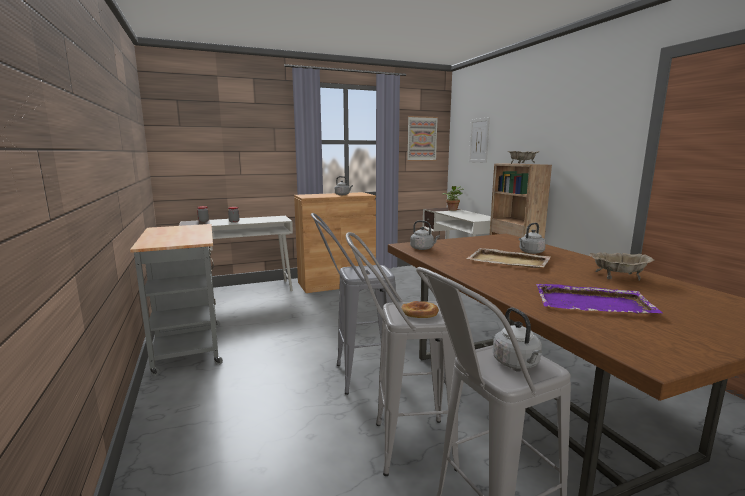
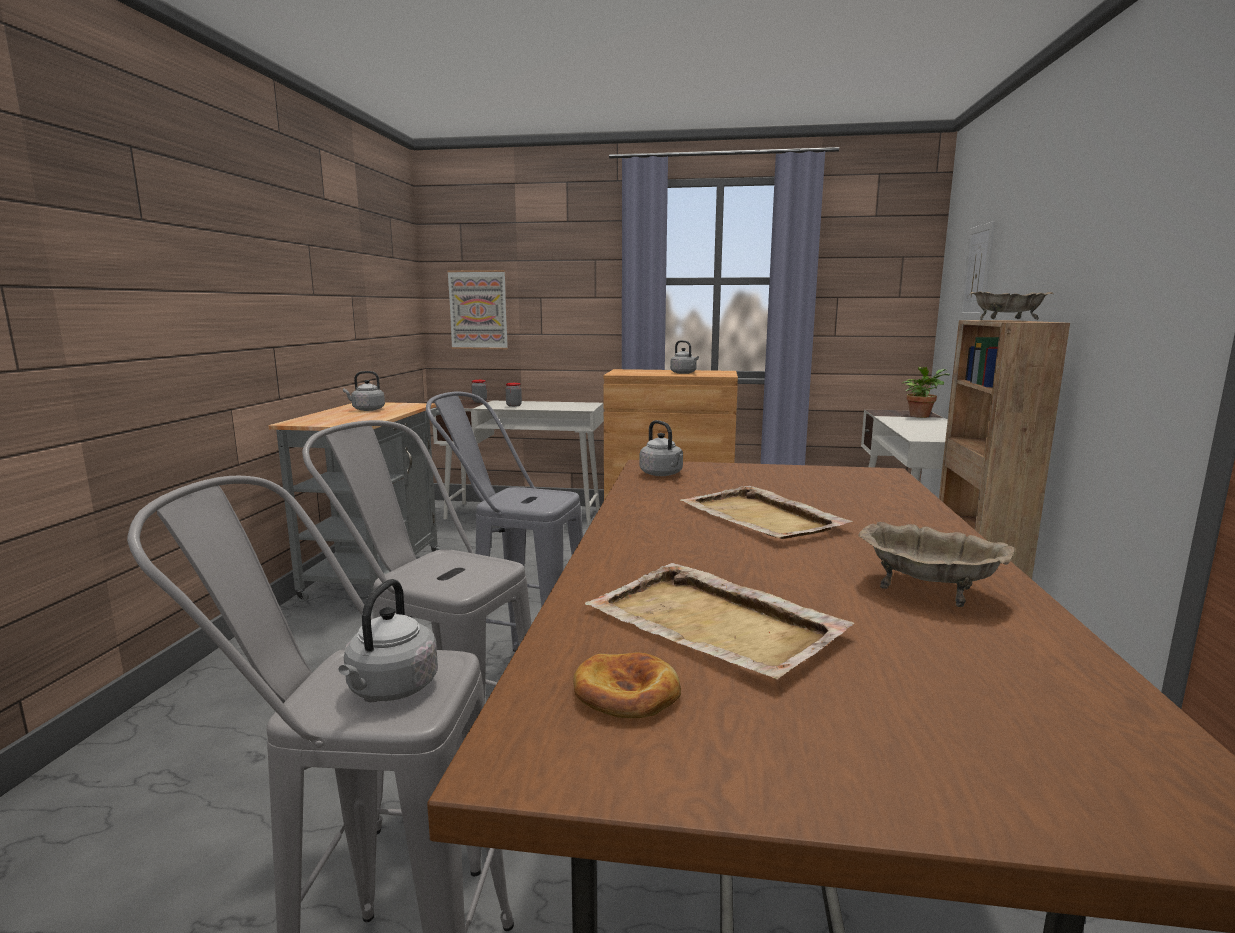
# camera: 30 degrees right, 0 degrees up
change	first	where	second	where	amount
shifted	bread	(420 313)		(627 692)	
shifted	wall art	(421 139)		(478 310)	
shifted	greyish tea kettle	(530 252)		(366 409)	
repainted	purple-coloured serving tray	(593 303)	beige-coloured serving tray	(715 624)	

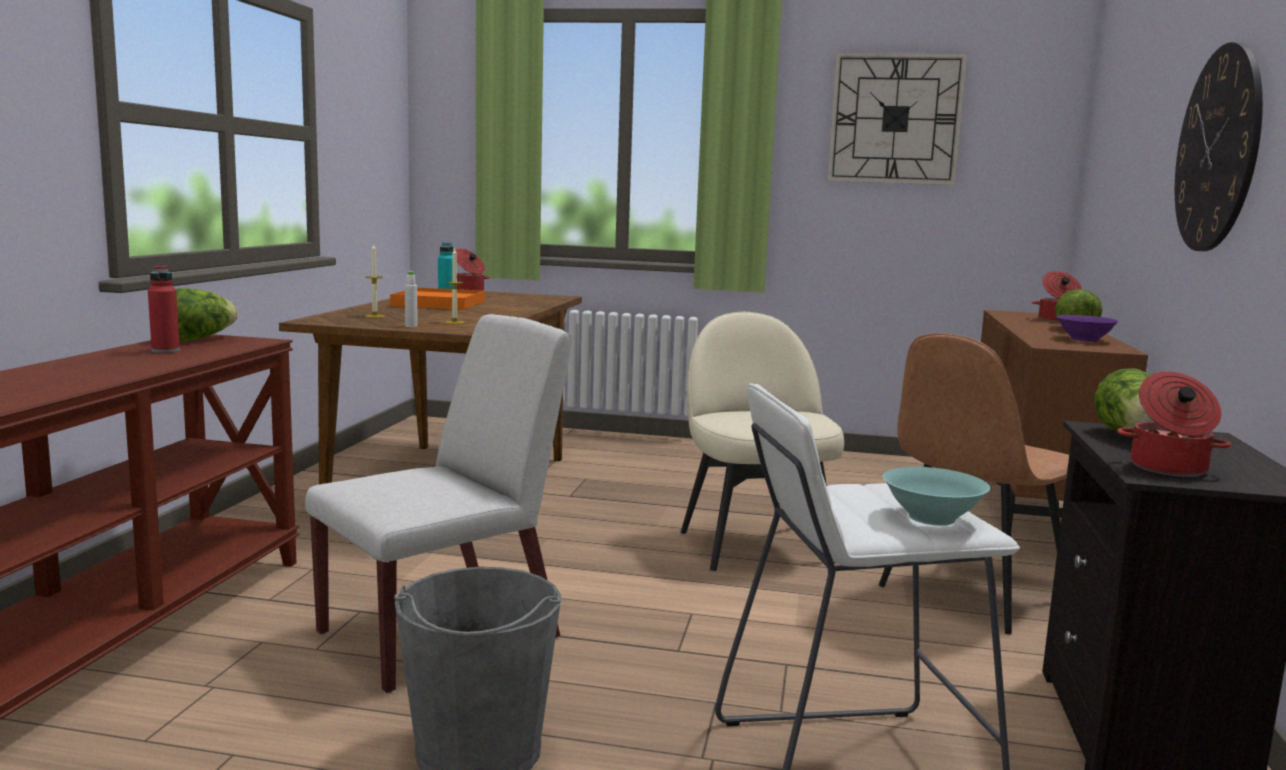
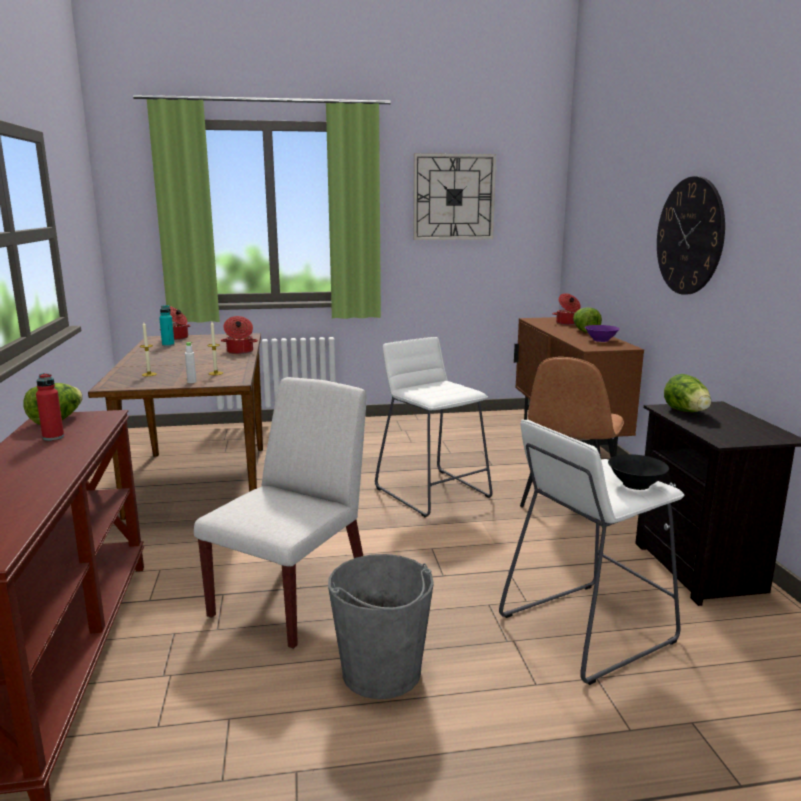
# camera: 20 degrees left, 5 degrees up
change	first	where	second	where	amount
gone	orange serving tray	(439 303)			
swapped	beige-coloured upright chair	(755 545)	white stool seat	(433 492)	
repainted	turquoise-coloured bowl	(932 518)	black-coloured bowl	(636 485)	
shifted	stockpot	(1168 469)		(239 352)	

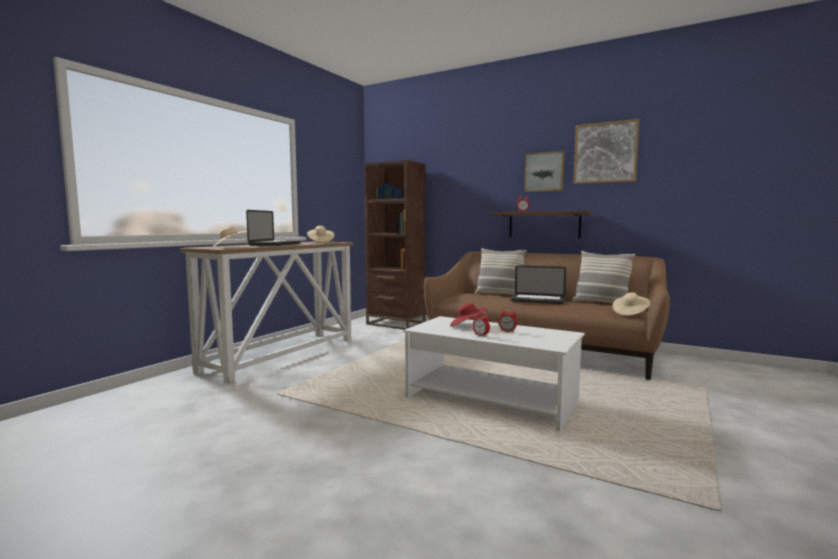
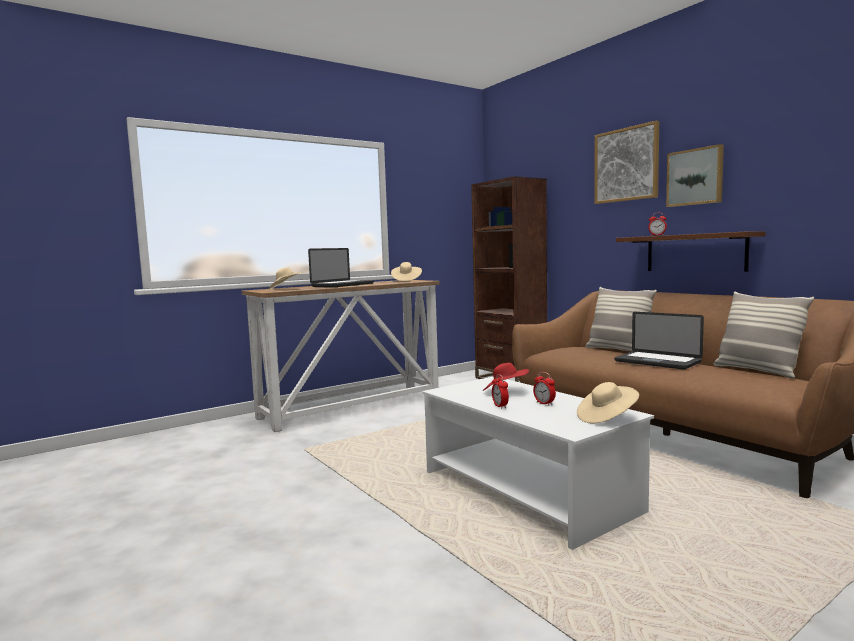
# camera: 25 degrees right, 0 degrees up
change	first	where	second	where	amount
shifted	wall art	(605 153)		(626 165)	
shifted	beige-coloured wearable hat	(630 313)		(607 418)	

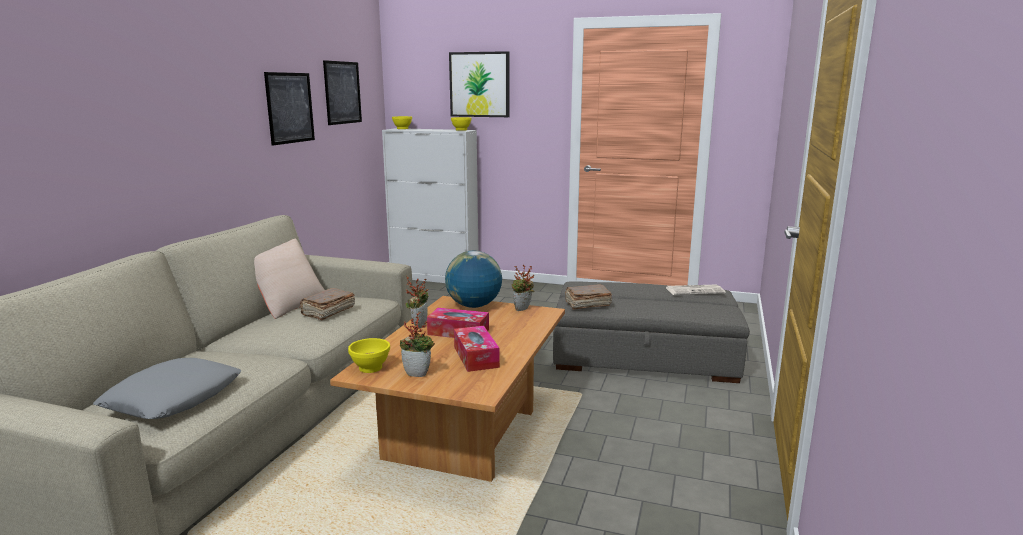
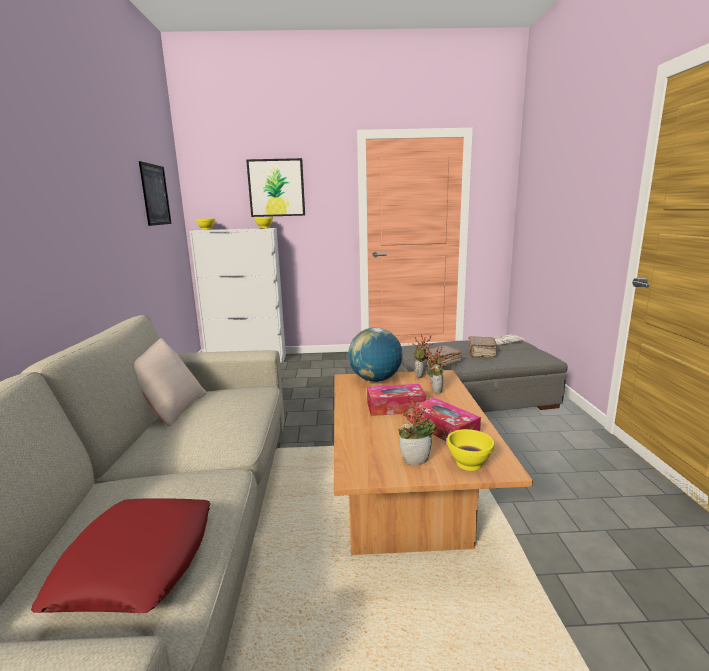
# camera: 20 degrees left, 0 degrees up
change	first	where	second	where	amount
repainted	greyish throw pillow	(173 398)	reddish throw pillow	(137 561)	
gone	wall art	(290 108)			
shifted	brownish volume	(327 312)		(481 353)	
shifted	yellowish bowl	(371 368)		(469 463)	
shifted	plant in a pot	(418 325)		(434 390)	

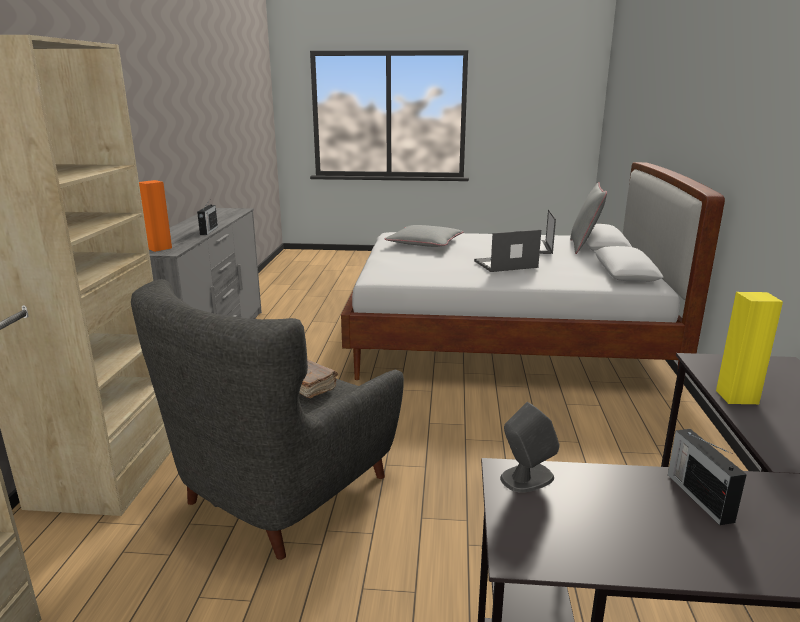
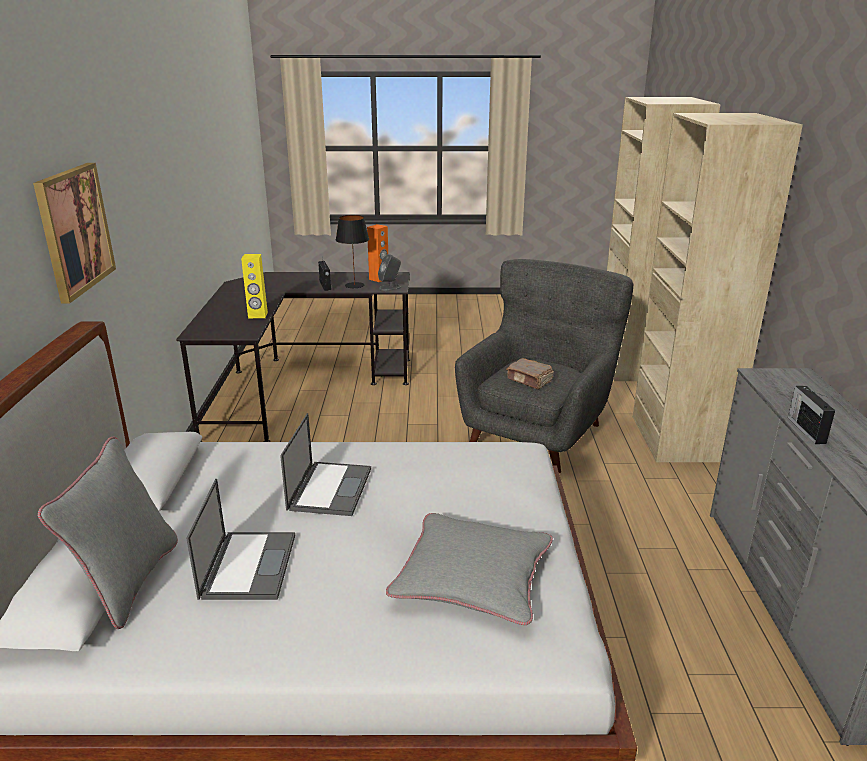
# camera: 175 degrees right, 5 degrees up
change	first	where	second	where	amount
shifted	orange loudspeaker	(159 248)		(379 279)	
rotated	portable computer	(505 264)		(330 488)	60 degrees counterclockwise
new			wall art	(74 230)	
new			black-coloured tabletop lamp	(354 285)	

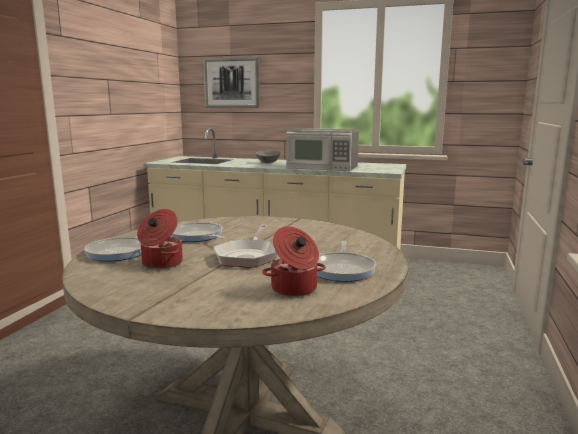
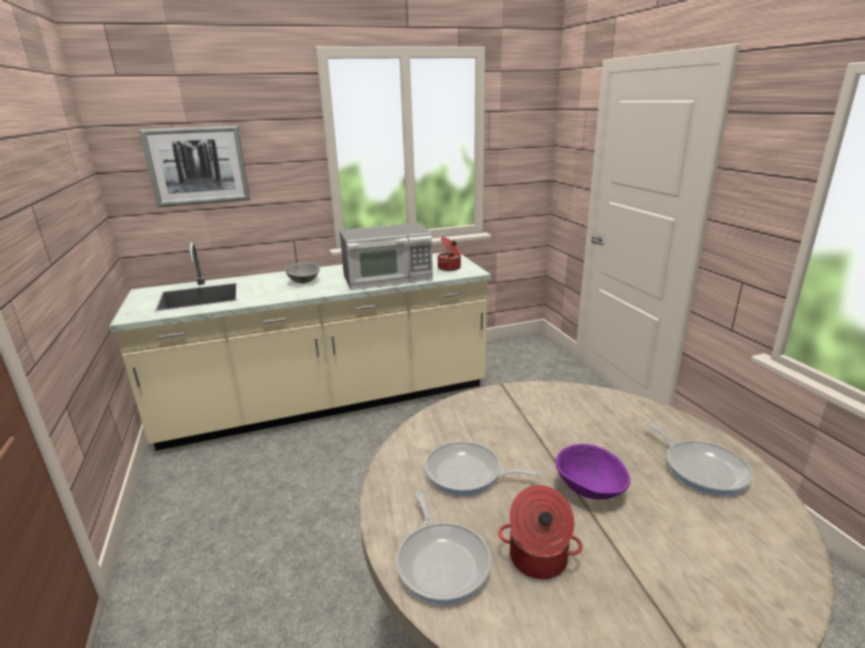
# camera: 35 degrees left, 10 degrees up
change	first	where	second	where	amount
swapped	frying pan	(248 256)	purple-coloured bowl	(590 489)	
shifted	stockpot	(294 289)		(449 268)	

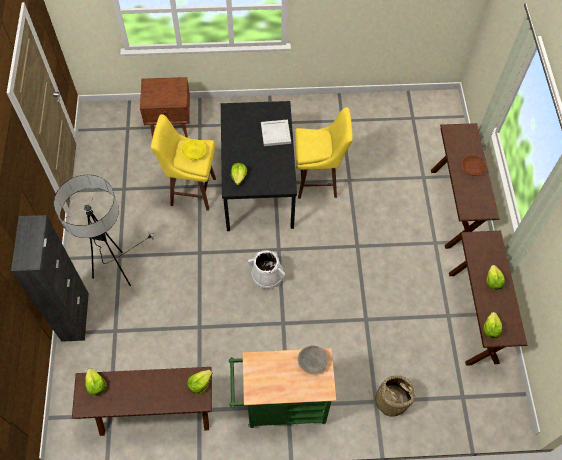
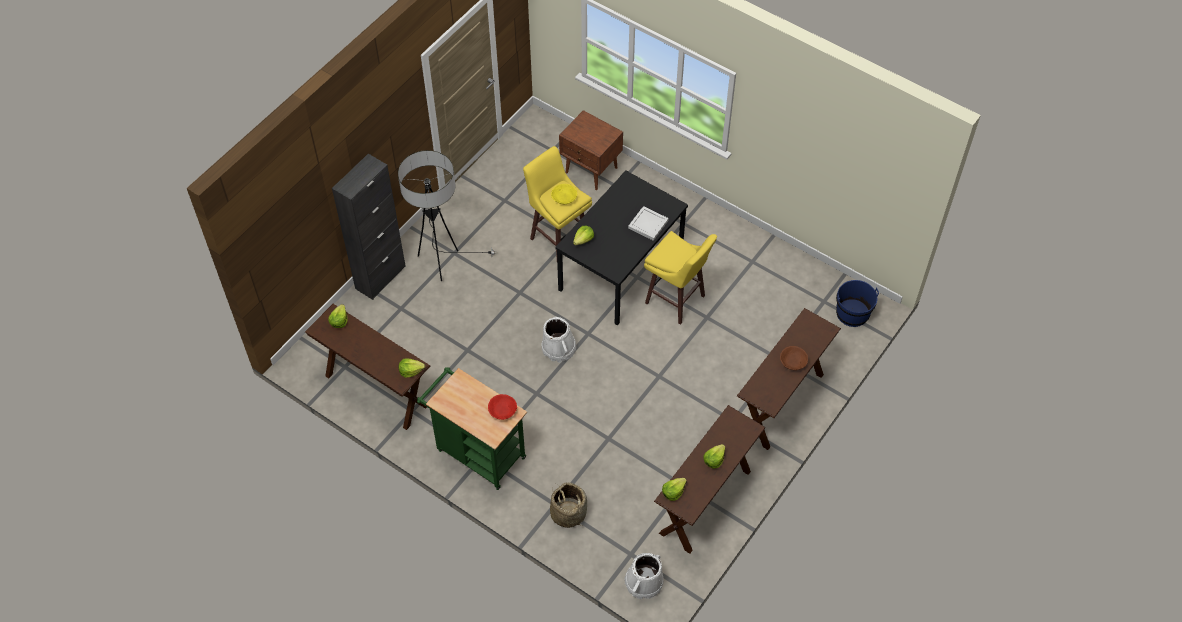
# camera: 40 degrees right, 5 degrees down
change	first	where	second	where	amount
repainted	greyish bowl	(312 362)	reddish bowl	(502 410)	
new			white water bucket	(644 582)	
new			blue-coloured water bucket	(852 313)	

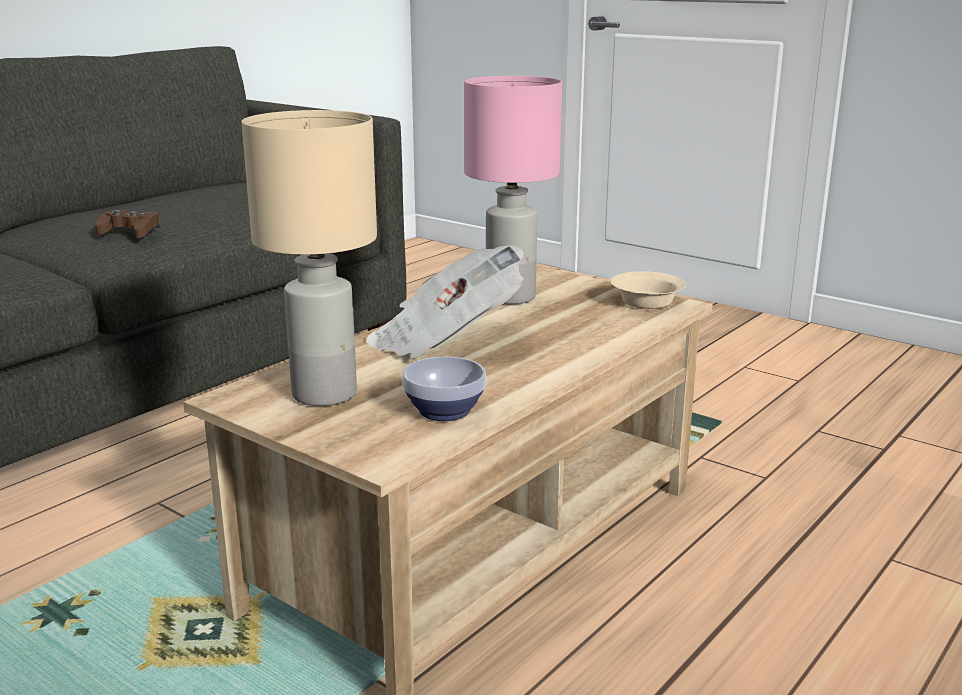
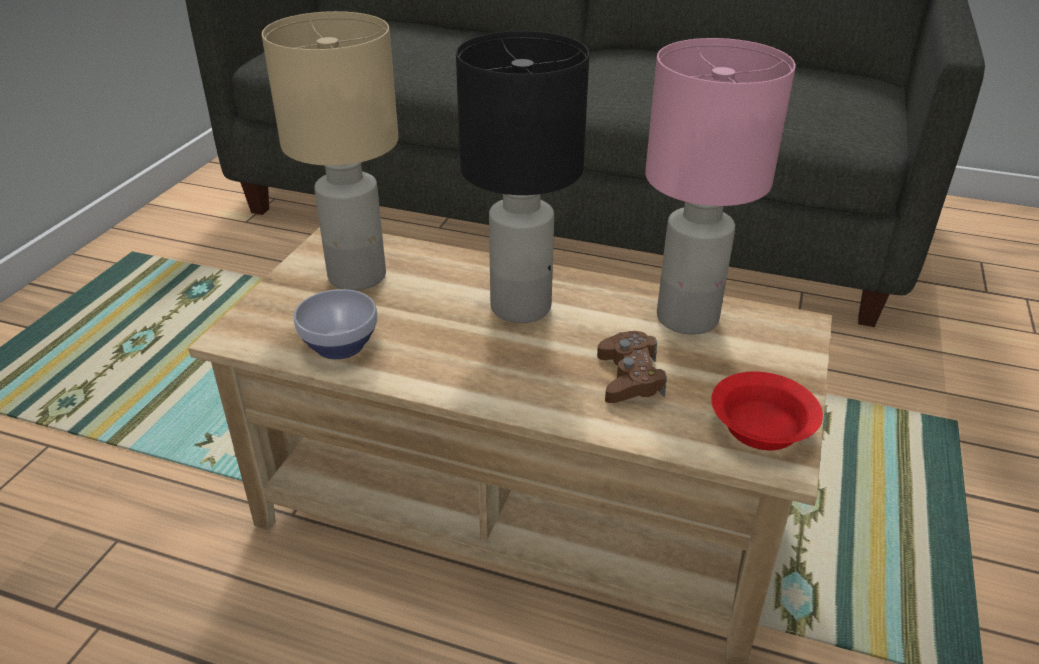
# camera: 70 degrees right, 15 degrees up
change	first	where	second	where	amount
shifted	brownish joypad	(130 231)		(629 377)	
swapped	newspaper	(446 341)	black-coloured tabletop lamp	(519 306)	
repainted	beige-coloured bowl	(644 302)	reddish bowl	(759 427)	

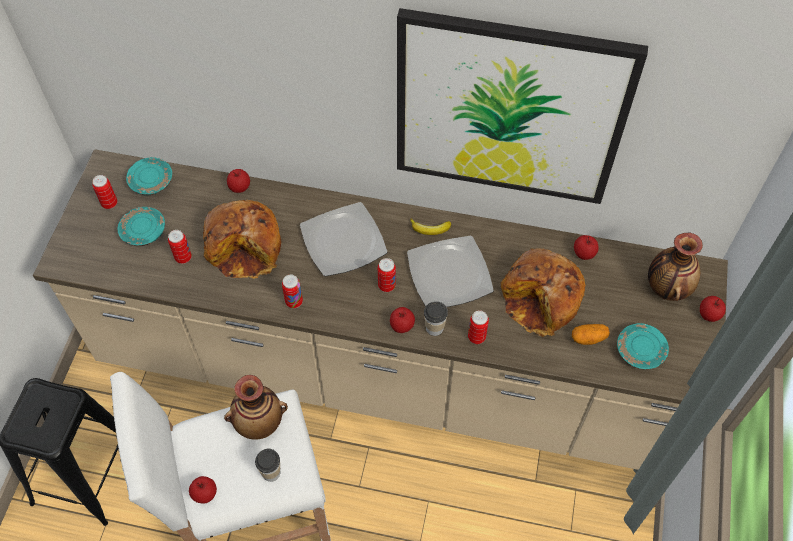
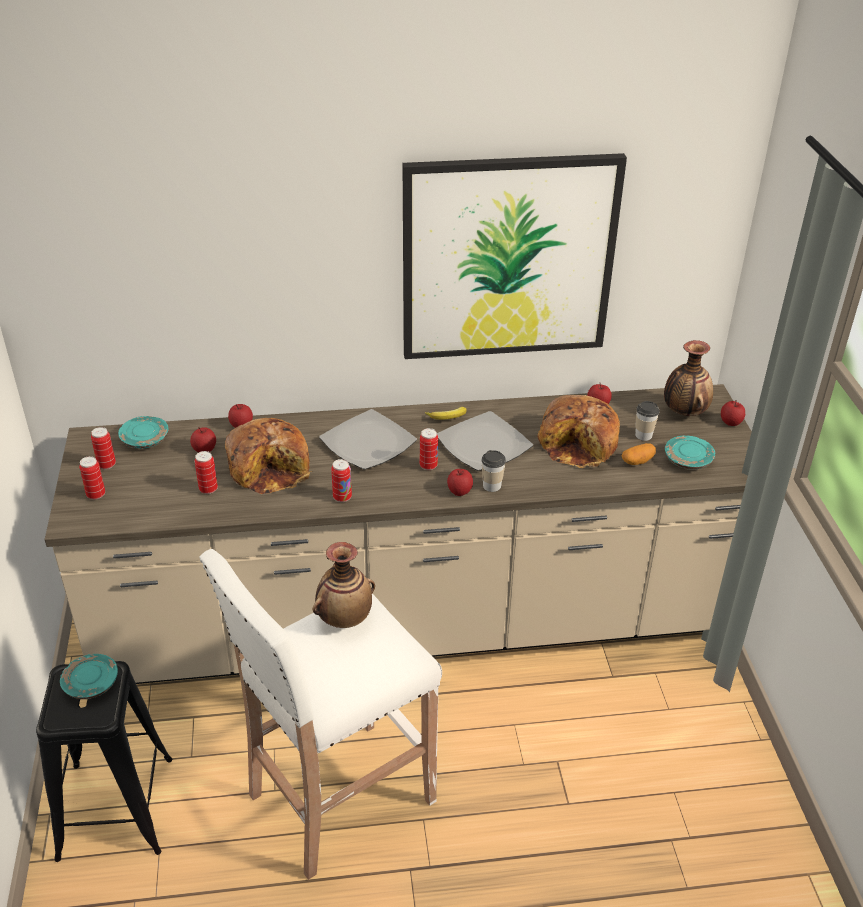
# camera: 20 degrees left, 20 degrees down
change	first	where	second	where	amount
shifted	turquoise-coloured plate	(143 232)		(91 684)	
shifted	apple	(204 494)		(204 449)	
shifted	drinking cup	(271 472)		(643 435)	
shifted	can	(476 337)		(96 495)	

